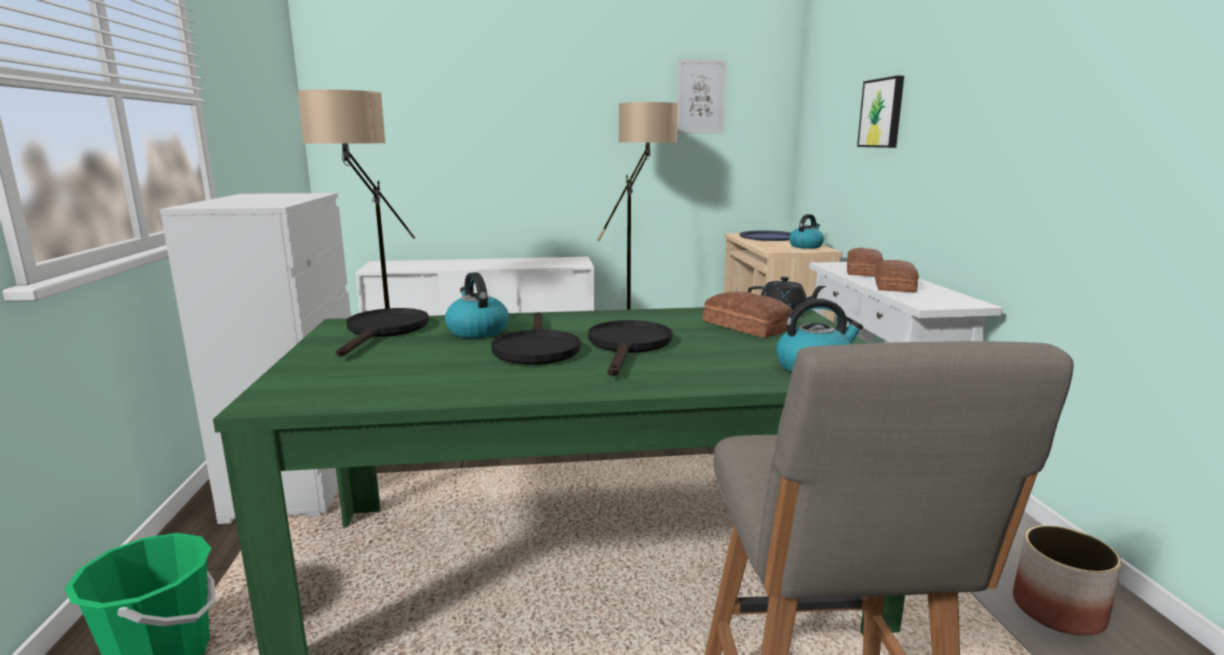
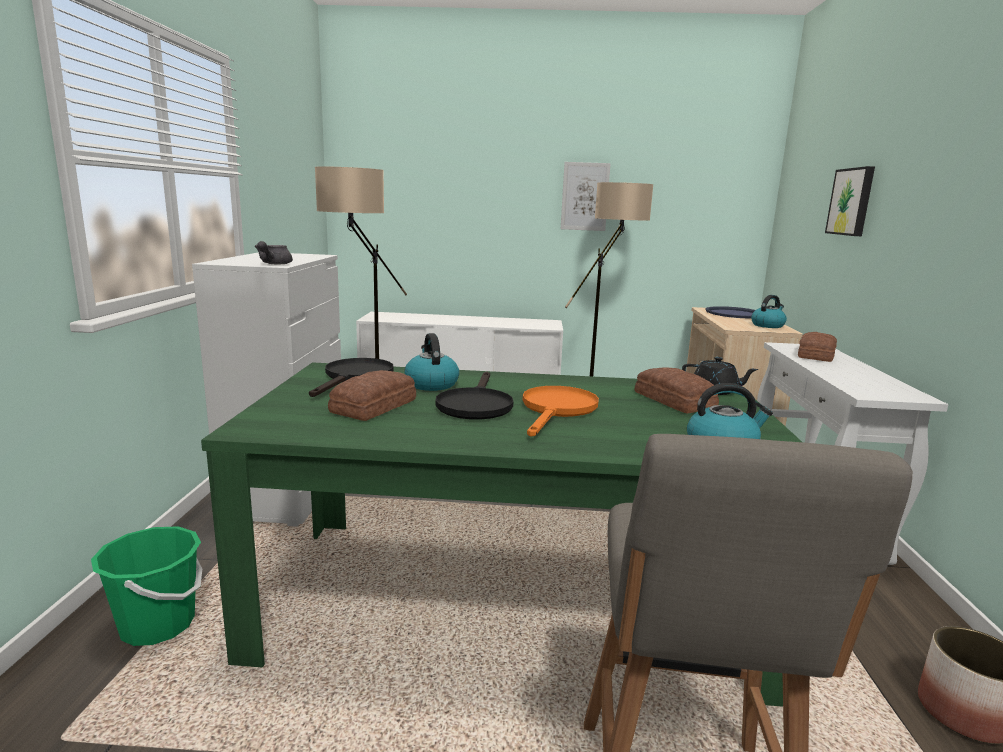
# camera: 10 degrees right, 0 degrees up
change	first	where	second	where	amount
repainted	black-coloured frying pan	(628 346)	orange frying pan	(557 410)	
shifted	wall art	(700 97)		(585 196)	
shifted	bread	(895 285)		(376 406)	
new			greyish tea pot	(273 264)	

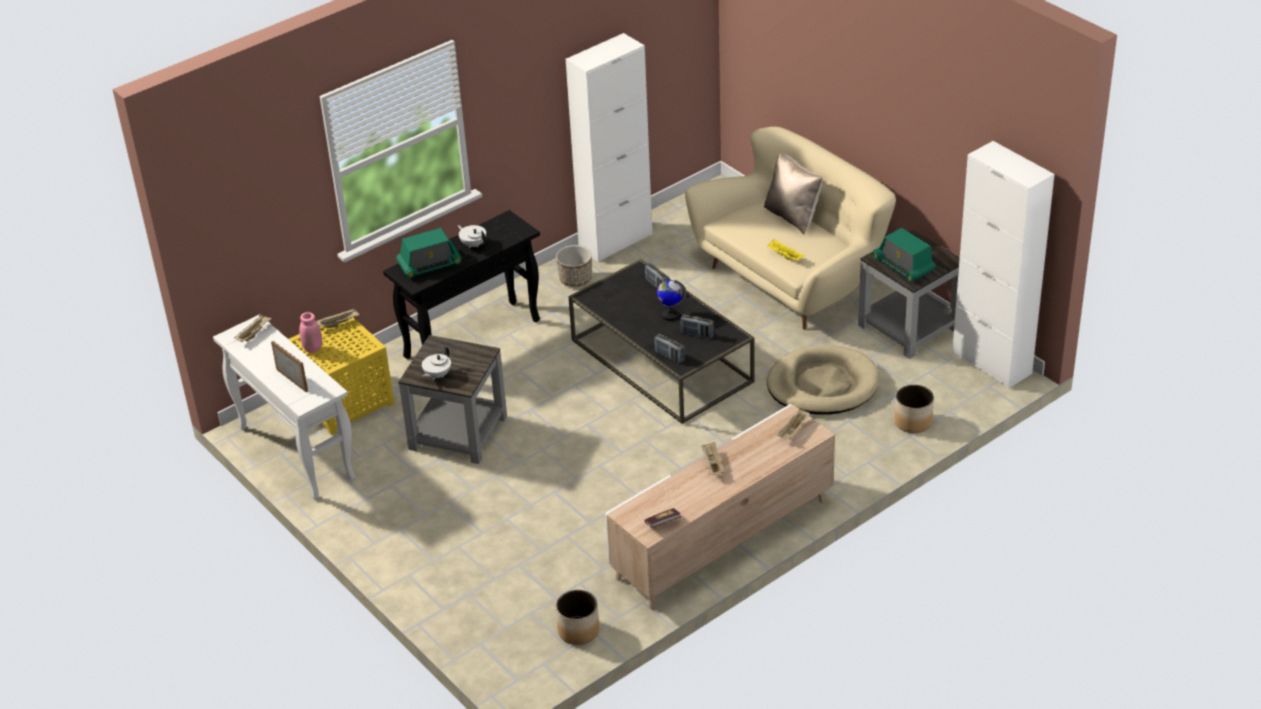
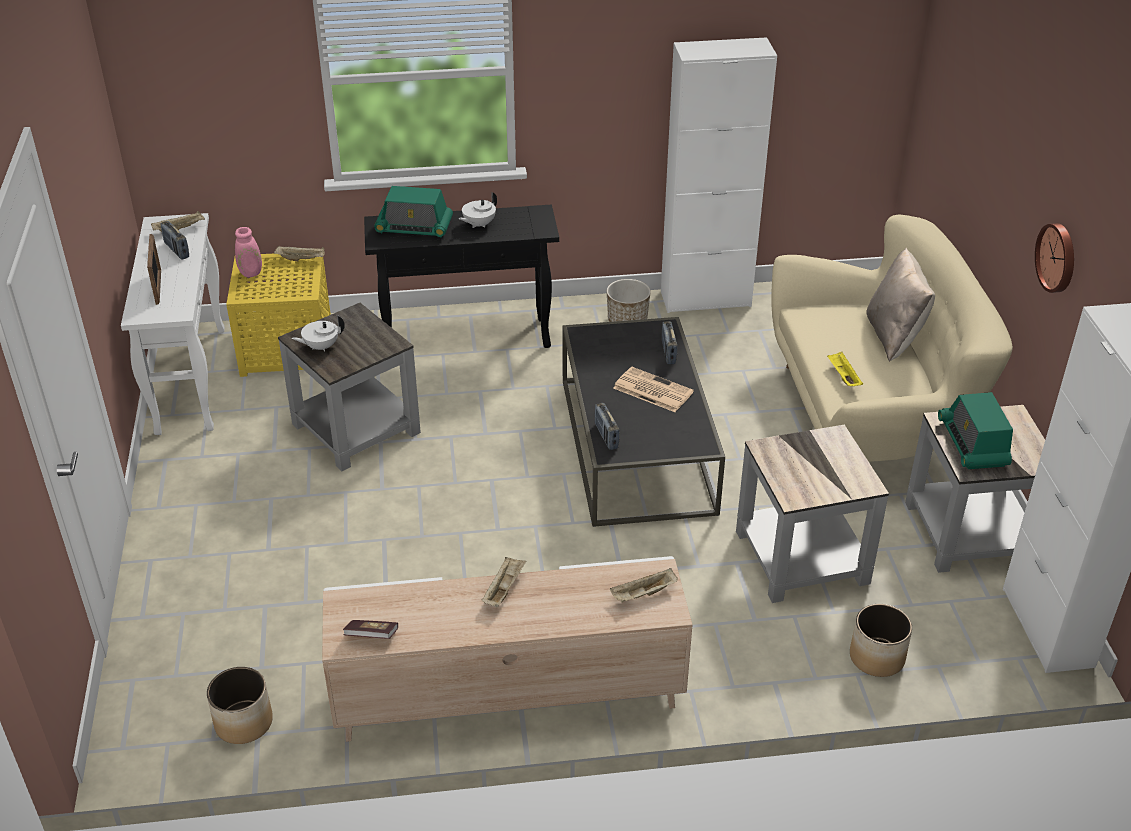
# camera: 30 degrees right, 0 degrees up
change	first	where	second	where	amount
rotated	white tea pot	(473 244)		(478 224)	120 degrees counterclockwise
swapped	world globe	(670 315)	newspaper	(651 390)	
shifted	radio	(697 334)		(176 250)	
swapped	beige-coloured dog bed	(822 385)	greyish side table	(799 556)	
new			clock on the wall	(1058 257)	

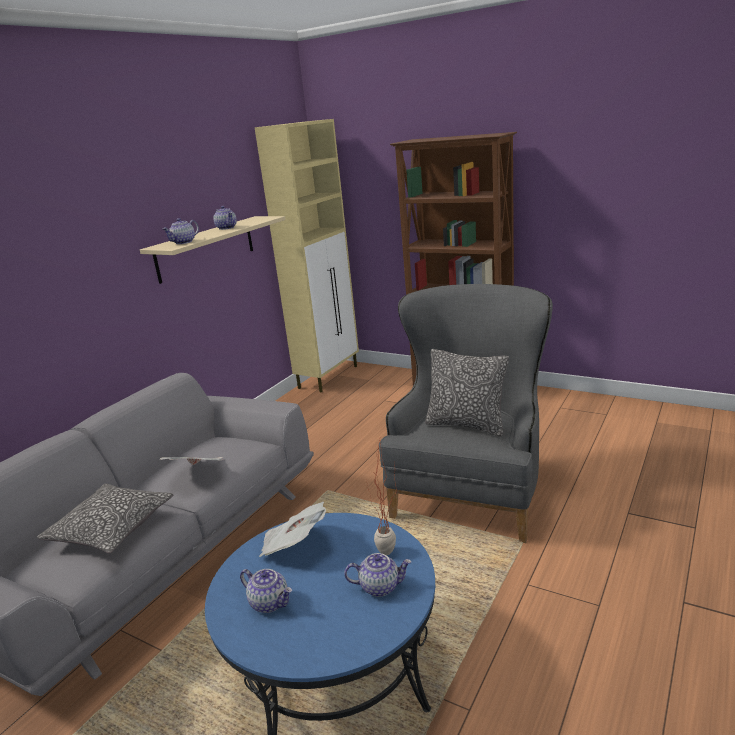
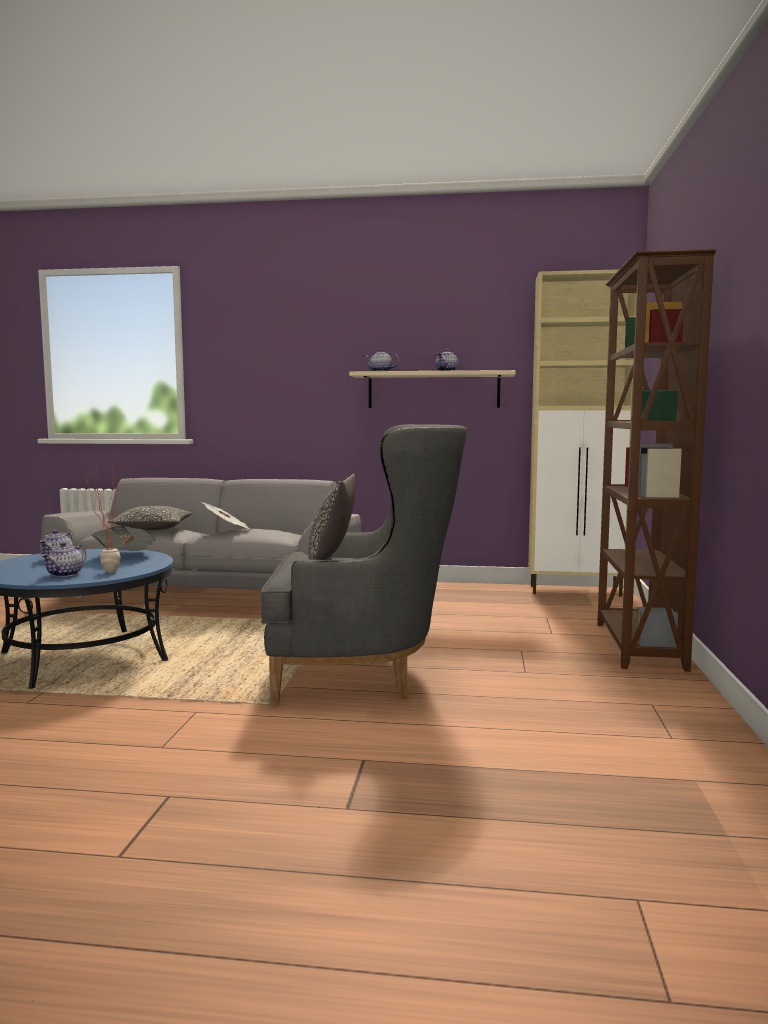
# camera: 65 degrees right, 15 degrees down
change	first	where	second	where	amount
rotated	tea pot	(380 586)		(65 574)	45 degrees clockwise

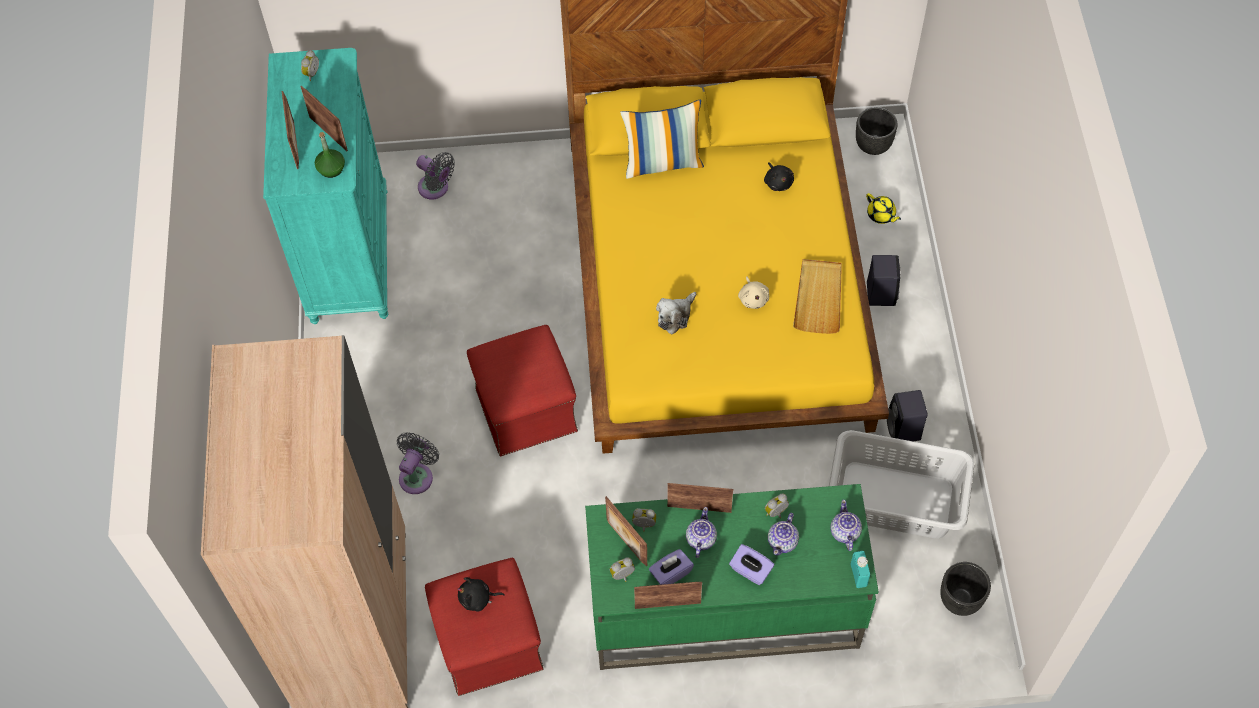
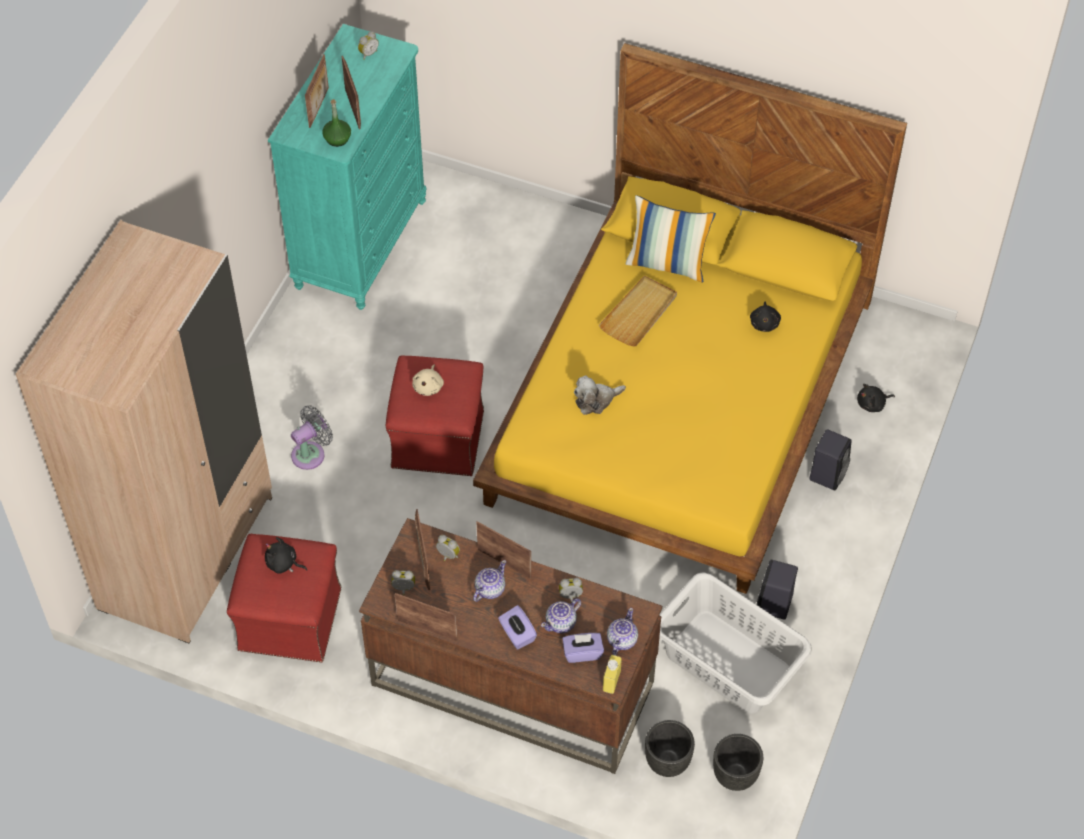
# camera: 25 degrees right, 5 degrees down
change	first	where	second	where	amount
gone	greyish electric fan	(436 188)			
repainted	green-coloured desk table	(722 608)	brownish desk table	(511 683)	
shifted	purple-coloured tissue box	(670 573)		(582 652)	
shifted	beige-coloured soft toy	(753 298)		(428 386)	
shifted	beige-coloured serving tray	(818 298)		(639 313)	
repainted	turquoise-coloured drink bottle	(858 575)	yellowish drink bottle	(611 681)	
shifted	black-coloured flower pot	(873 145)		(668 762)	
swapped	yellowish tea pot	(881 215)	black-coloured soft toy	(872 404)	

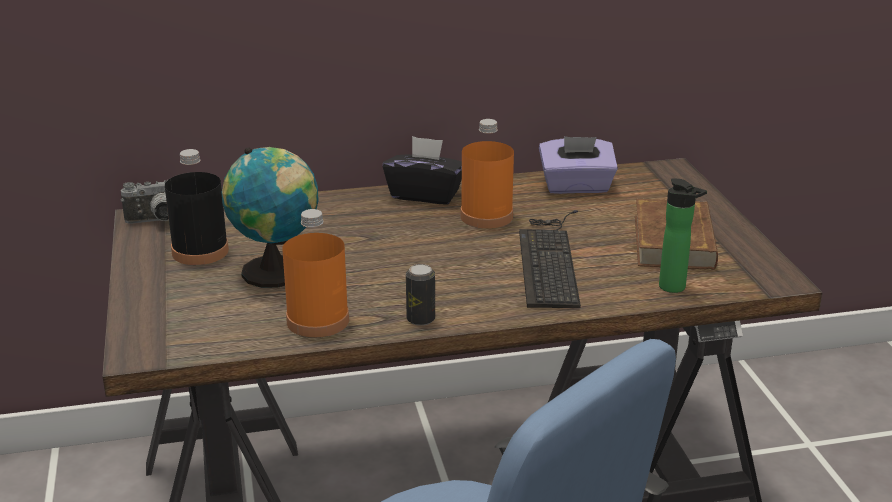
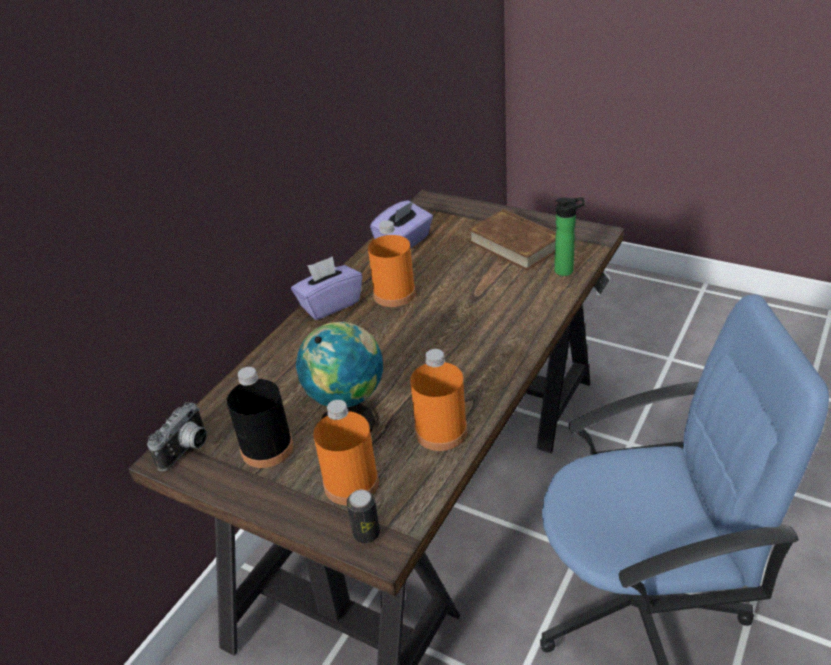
# camera: 45 degrees left, 10 degrees up
change	first	where	second	where	amount
repainted	black-coloured tissue box	(425 194)	purple-coloured tissue box	(330 304)	
shifted	can	(420 319)		(366 533)	
gone	PC keyboard	(549 259)			
new			orange drink bottle	(351 483)	

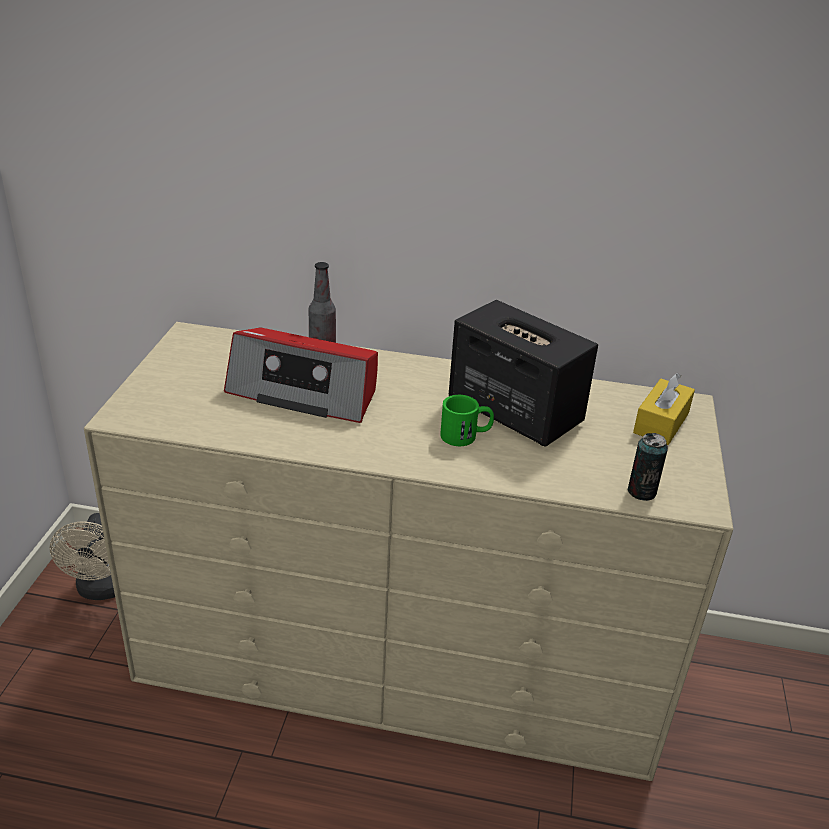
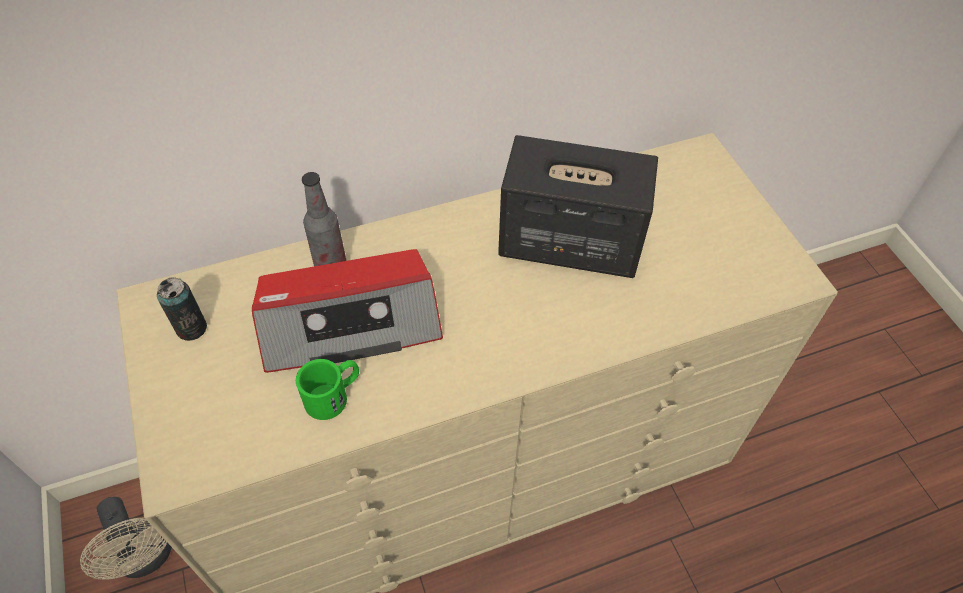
# camera: 30 degrees left, 20 degrees up
change	first	where	second	where	amount
shifted	green-coloured tea mug	(466 435)		(334 395)	
shifted	can	(641 492)		(191 328)	
gone	yellowish tissue box	(661 423)			

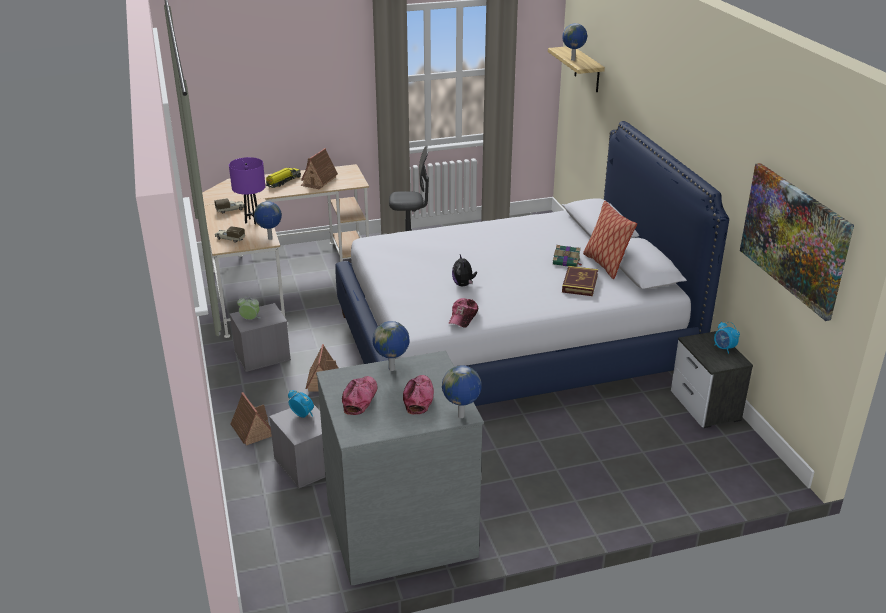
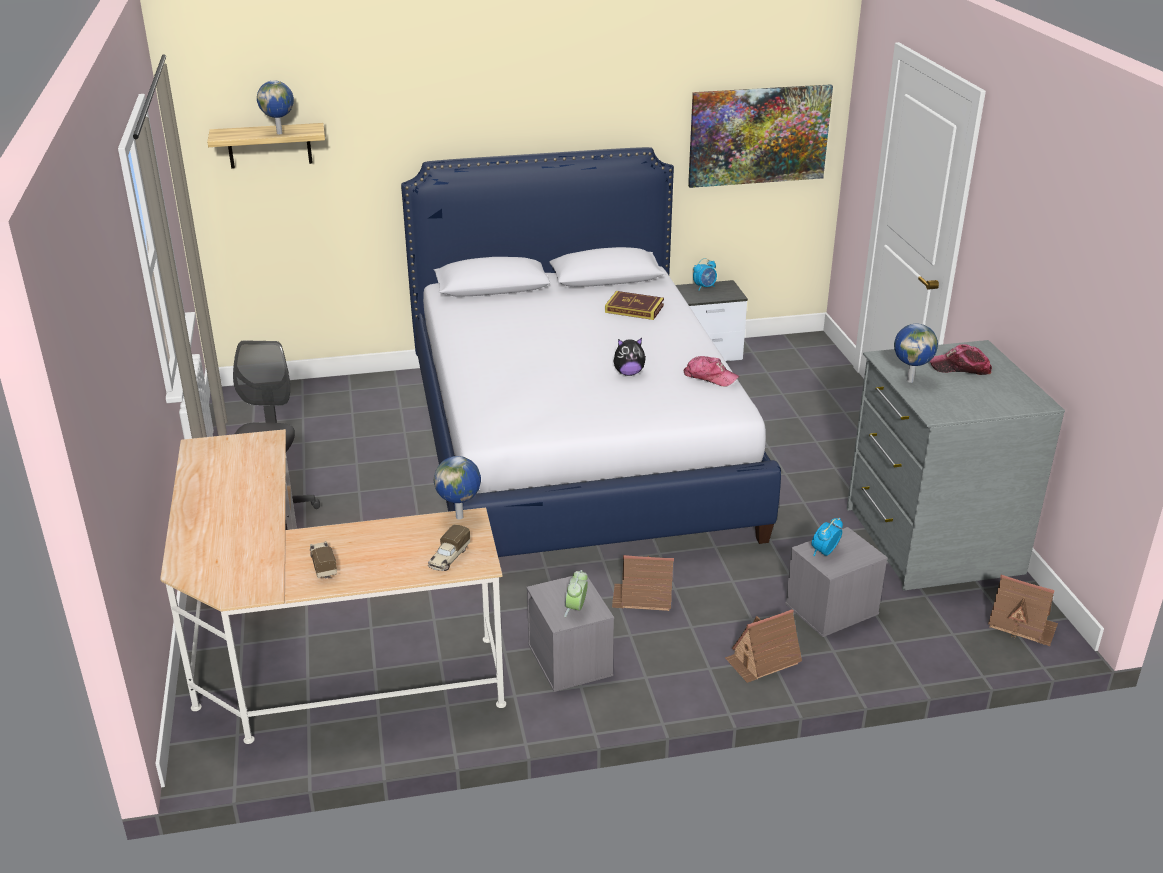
# camera: 85 degrees left, 0 degrees up
change	first	where	second	where	amount
gone	purple-coloured tabletop lamp	(252 221)			
gone	toy truck	(283 181)			
shifted	model house	(318 181)		(1021 625)	
gone	cap	(360 398)			
gone	world globe	(461 416)			
gone	volume	(567 262)			
gone	throw pillow	(605 264)			

